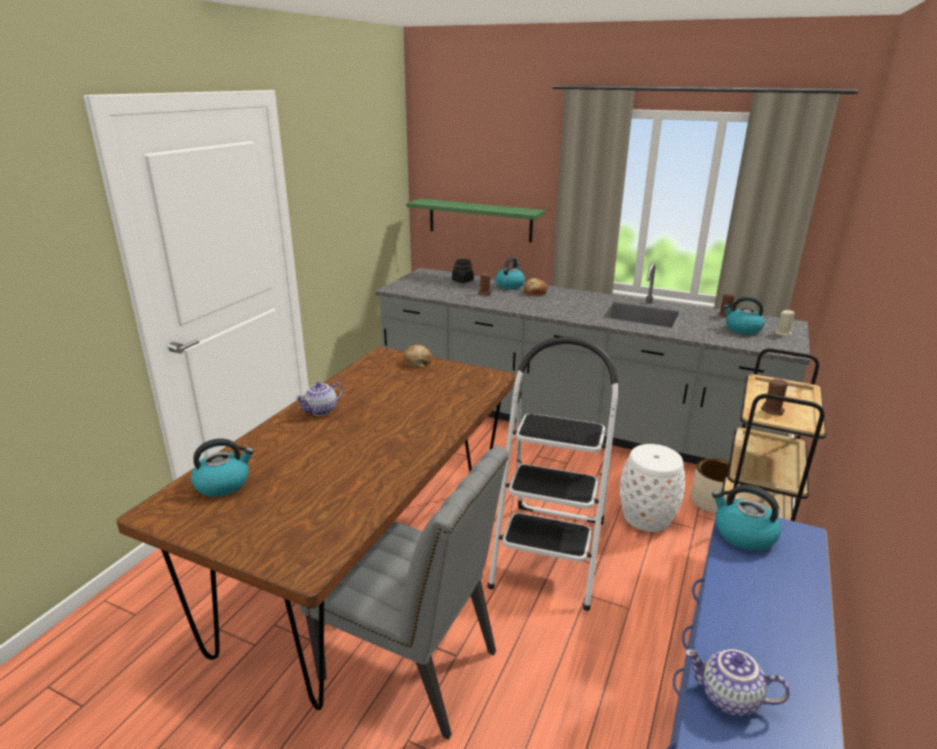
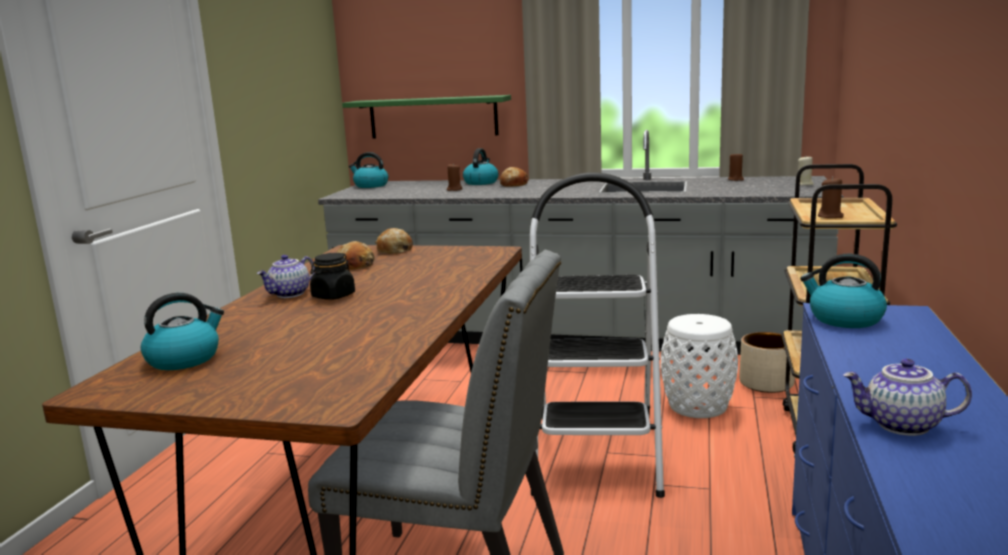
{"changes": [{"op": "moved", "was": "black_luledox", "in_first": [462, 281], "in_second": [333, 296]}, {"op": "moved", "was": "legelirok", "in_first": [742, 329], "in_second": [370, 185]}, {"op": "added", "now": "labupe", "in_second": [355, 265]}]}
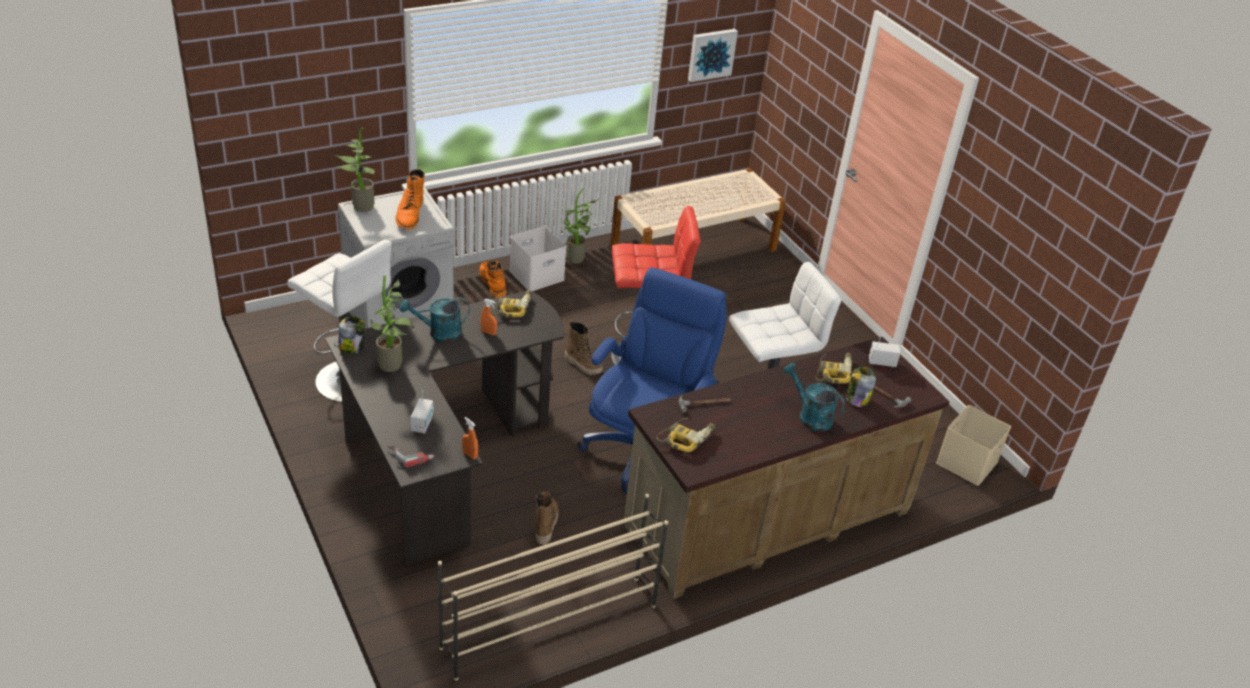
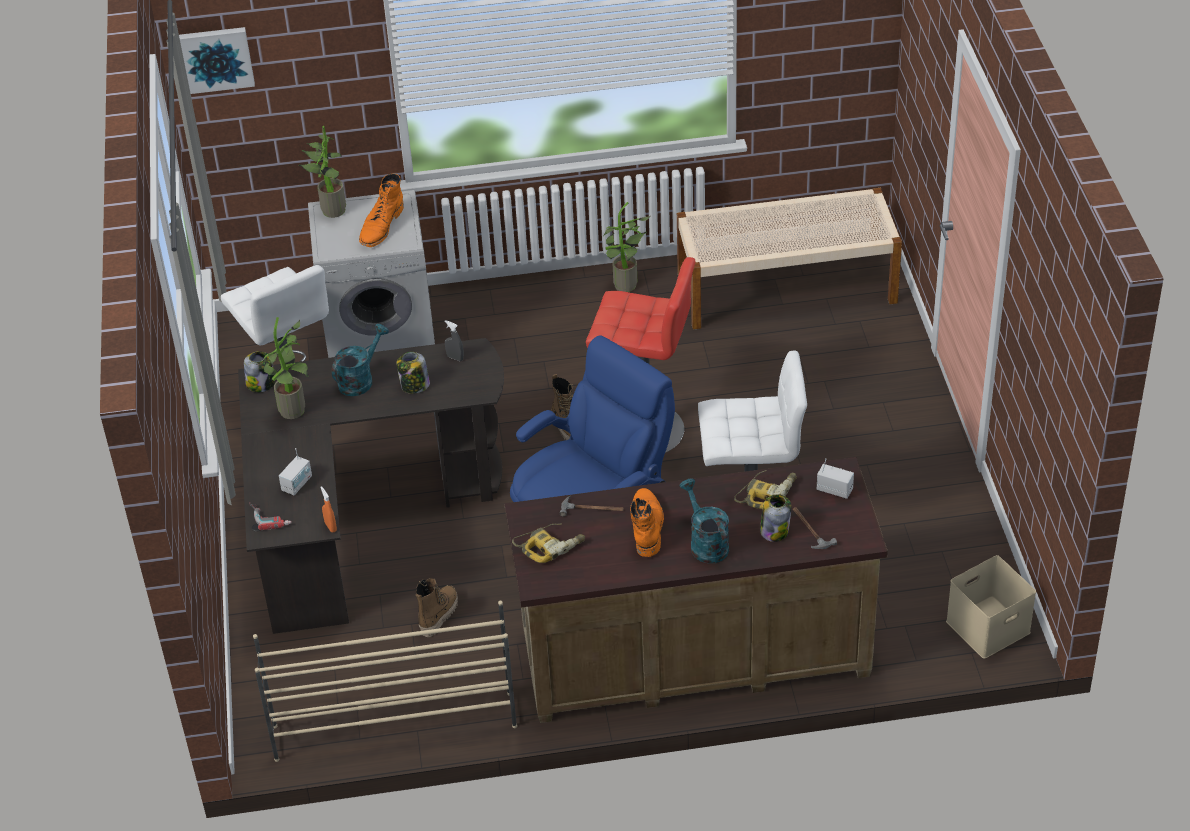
{"changes": [{"op": "turned", "was": "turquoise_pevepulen", "in_first": [439, 333], "in_second": [360, 379], "clockwise": 120}, {"op": "moved", "was": "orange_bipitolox", "in_first": [492, 283], "in_second": [646, 526]}, {"op": "replaced", "was": "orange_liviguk", "now": "luledox", "in_first": [488, 332], "in_second": [414, 386]}, {"op": "replaced", "was": "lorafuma", "now": "grey_liviguk", "in_first": [512, 307], "in_second": [455, 358]}, {"op": "removed", "was": "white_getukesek", "in_first": [537, 274]}, {"op": "moved", "was": "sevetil", "in_first": [711, 54], "in_second": [216, 58]}]}
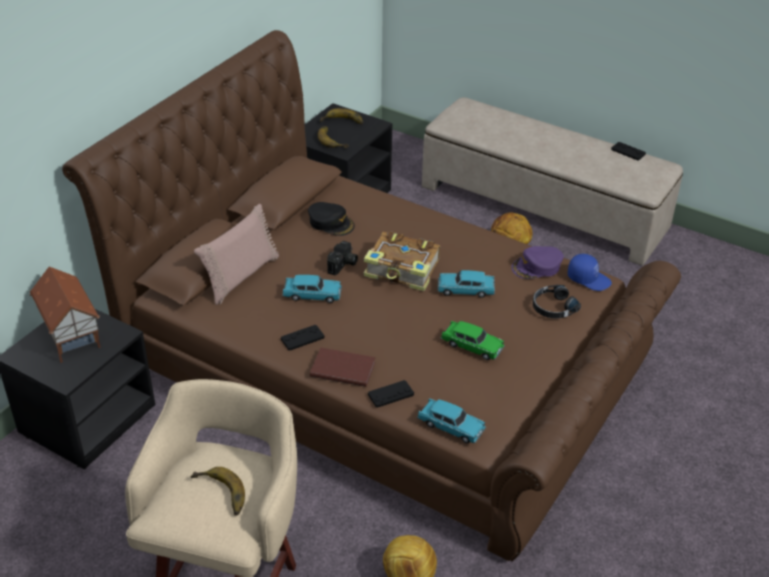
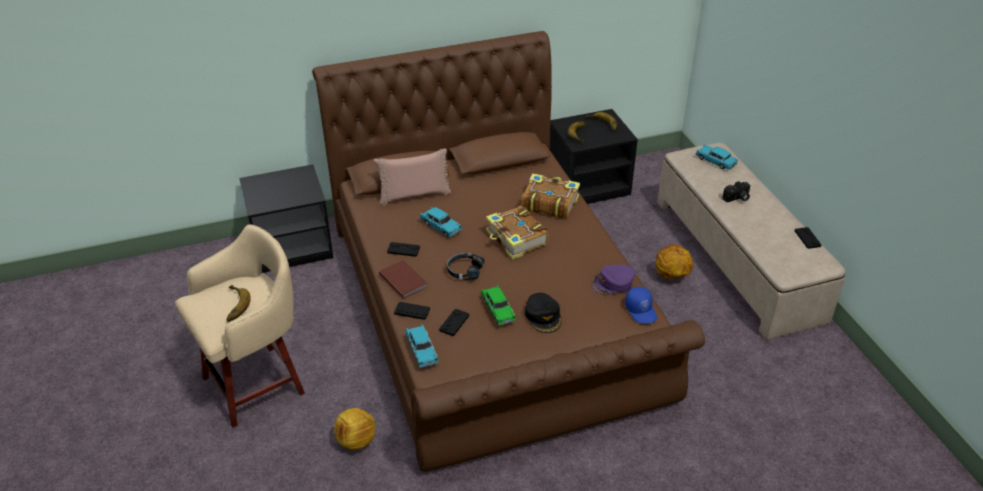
{"changes": [{"op": "removed", "was": "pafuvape", "in_first": [70, 336]}, {"op": "moved", "was": "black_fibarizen", "in_first": [331, 223], "in_second": [543, 316]}, {"op": "moved", "was": "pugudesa", "in_first": [343, 265], "in_second": [737, 198]}, {"op": "moved", "was": "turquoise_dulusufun", "in_first": [465, 290], "in_second": [715, 162]}, {"op": "turned", "was": "purple_fibarizen", "in_first": [537, 267], "in_second": [612, 283], "clockwise": -45}, {"op": "moved", "was": "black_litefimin", "in_first": [553, 307], "in_second": [464, 270]}, {"op": "added", "now": "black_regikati", "in_second": [454, 323]}, {"op": "added", "now": "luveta", "in_second": [549, 203]}]}
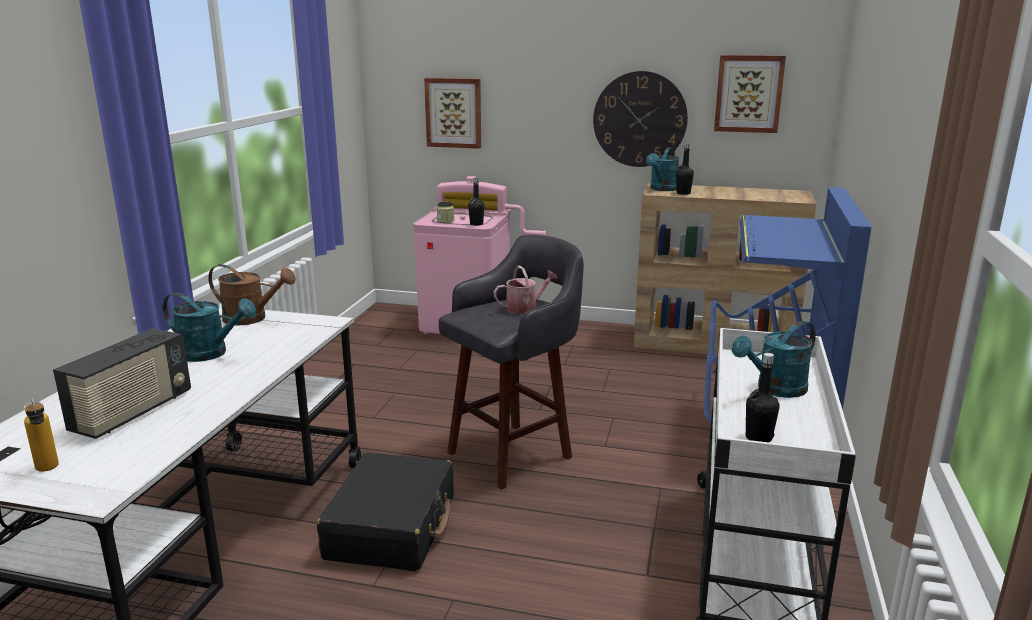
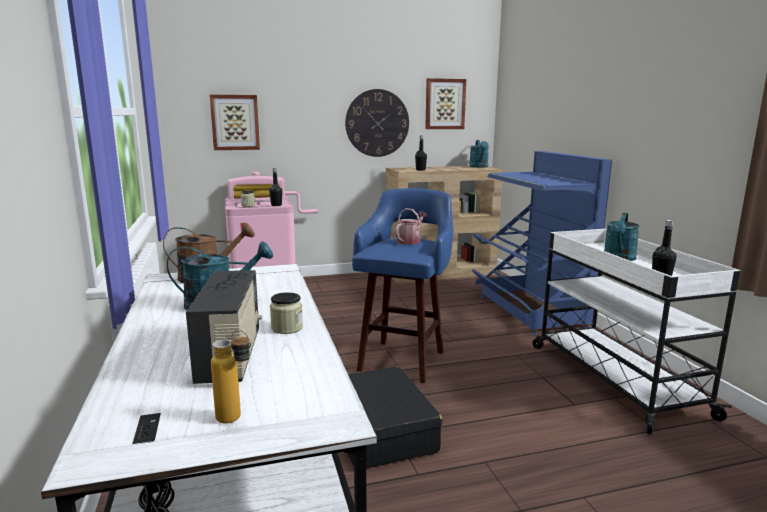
{"changes": [{"op": "recoloured", "was": "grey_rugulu", "now": "blue_rugulu", "in_first": [514, 454], "in_second": [403, 359]}, {"op": "moved", "was": "turquoise_pevepulen", "in_first": [662, 189], "in_second": [479, 167]}, {"op": "added", "now": "luledox", "in_second": [287, 328]}]}
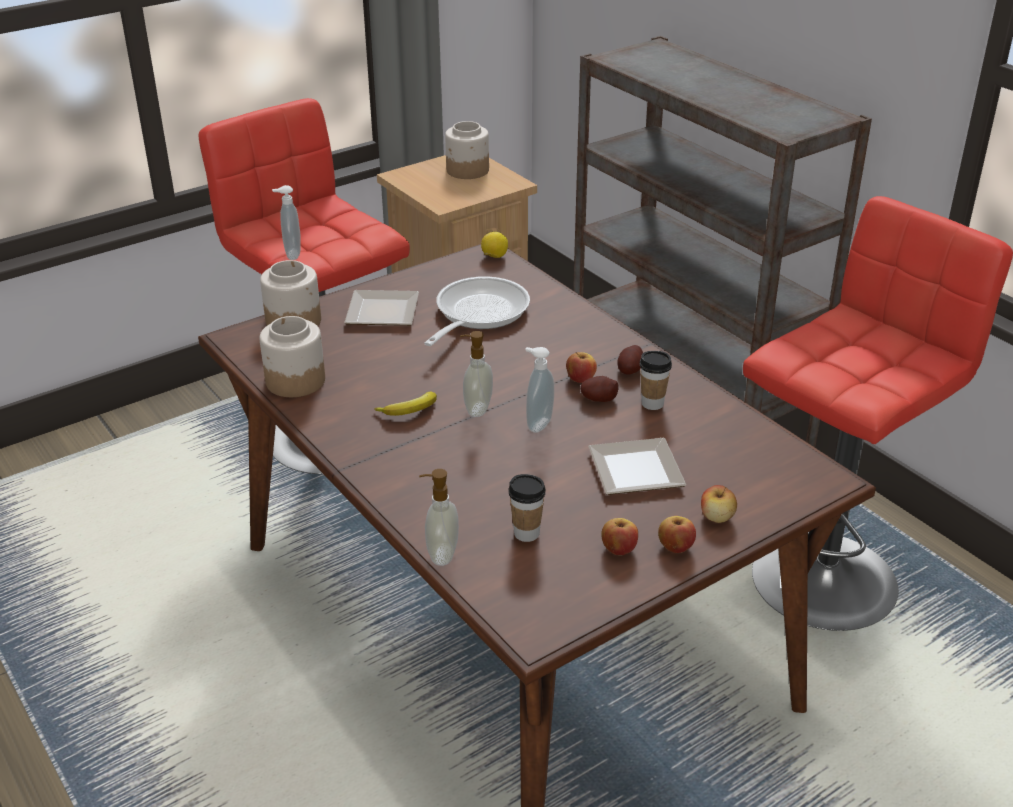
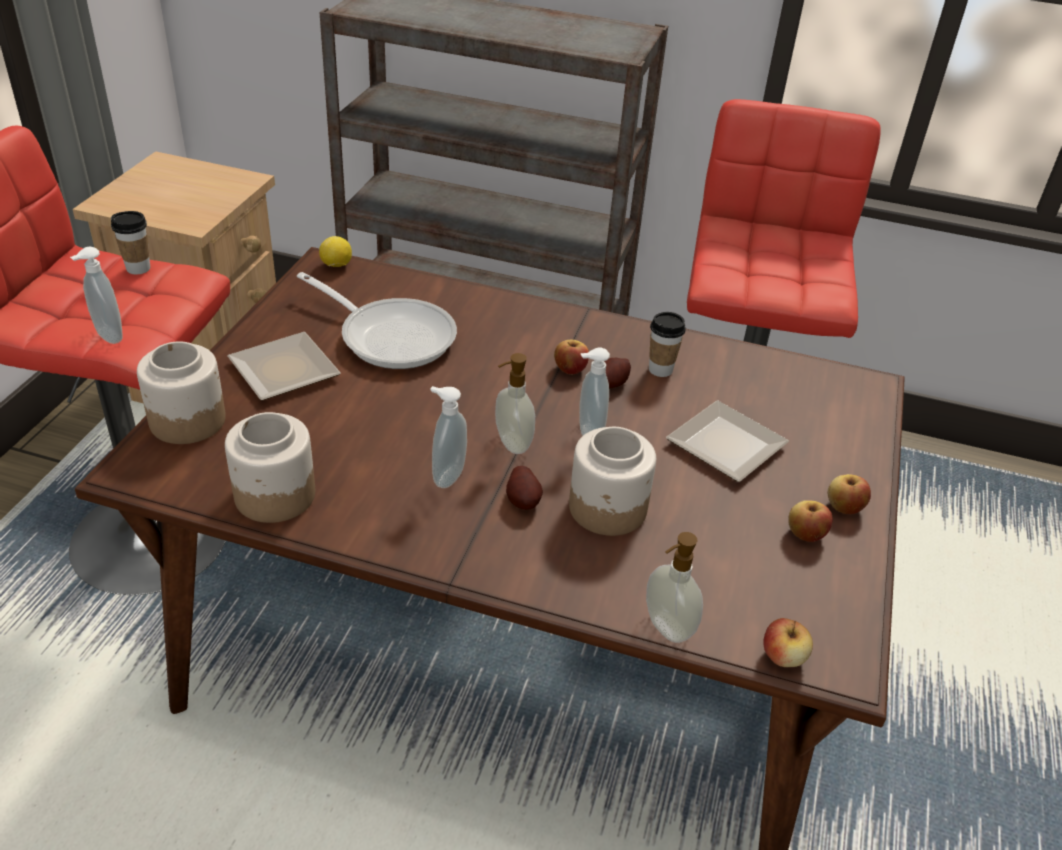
{"changes": [{"op": "replaced", "was": "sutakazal", "now": "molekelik", "in_first": [410, 411], "in_second": [446, 475]}, {"op": "turned", "was": "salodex", "in_first": [477, 314], "in_second": [391, 336], "clockwise": 135}, {"op": "moved", "was": "luledox", "in_first": [467, 171], "in_second": [608, 509]}, {"op": "moved", "was": "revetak", "in_first": [526, 533], "in_second": [138, 268]}, {"op": "moved", "was": "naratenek", "in_first": [630, 370], "in_second": [523, 500]}, {"op": "moved", "was": "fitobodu", "in_first": [717, 517], "in_second": [783, 657]}]}
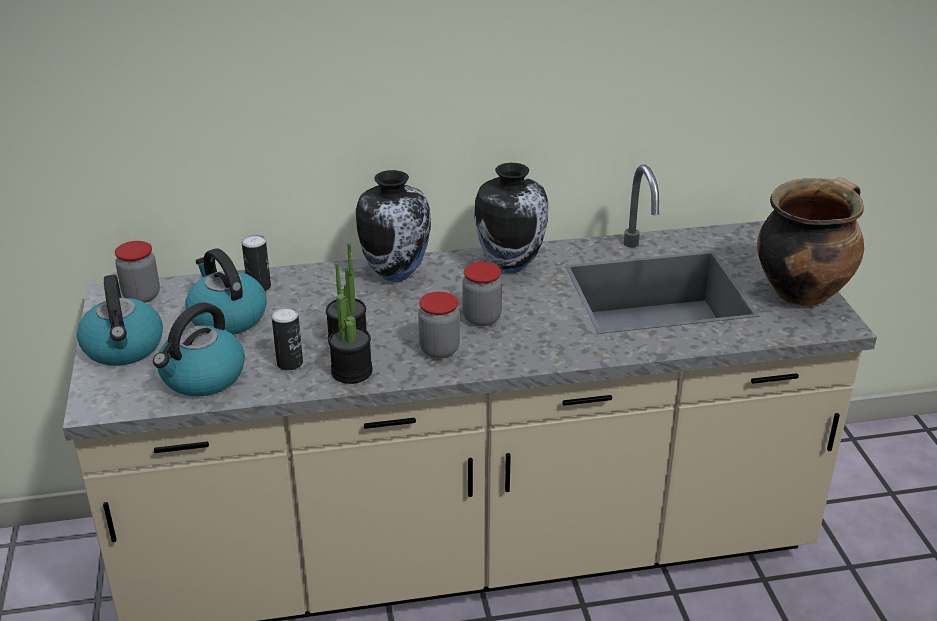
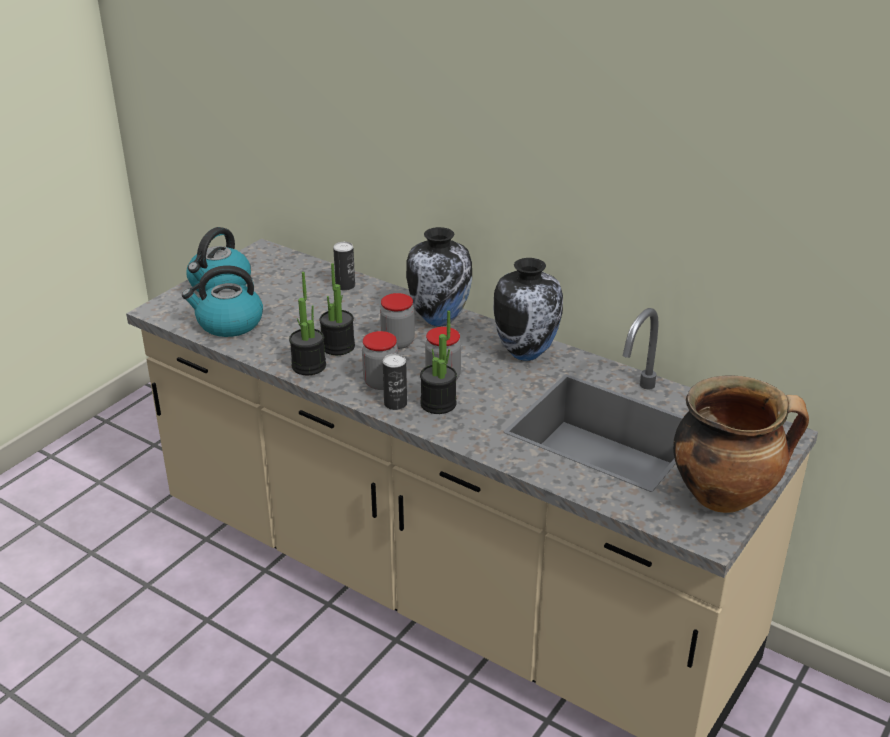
{"changes": [{"op": "moved", "was": "luledox", "in_first": [141, 295], "in_second": [398, 342]}, {"op": "removed", "was": "legelirok", "in_first": [227, 317]}, {"op": "moved", "was": "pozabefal", "in_first": [290, 363], "in_second": [395, 404]}, {"op": "added", "now": "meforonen", "in_second": [438, 404]}]}
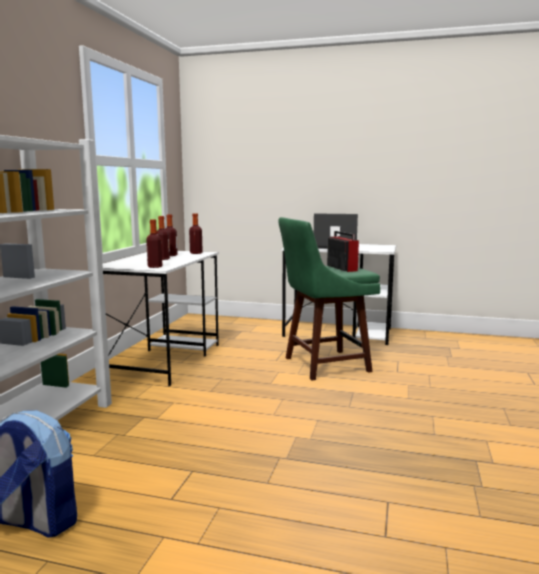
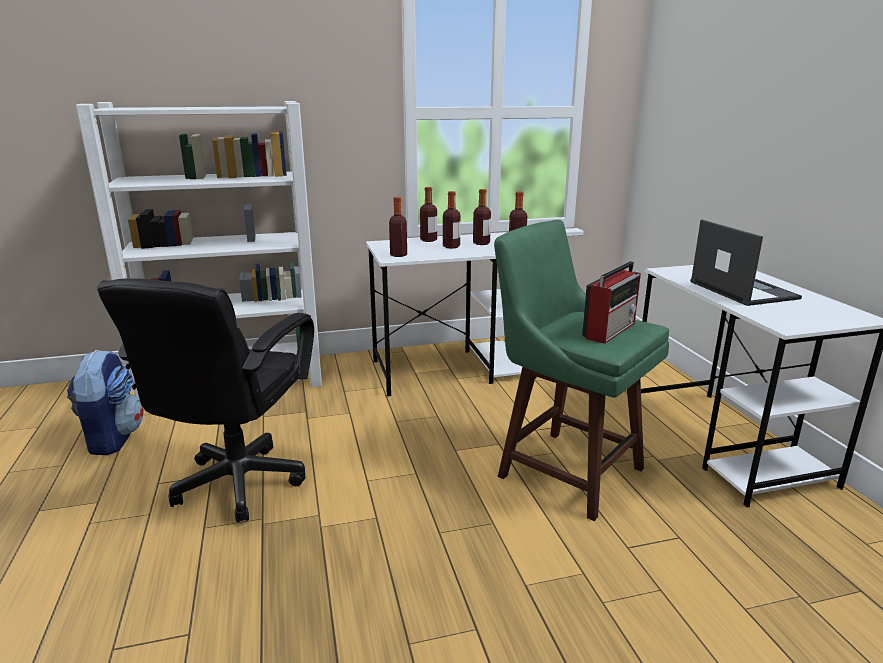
{"changes": [{"op": "added", "now": "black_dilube", "in_second": [236, 489]}, {"op": "added", "now": "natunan", "in_second": [428, 240]}]}
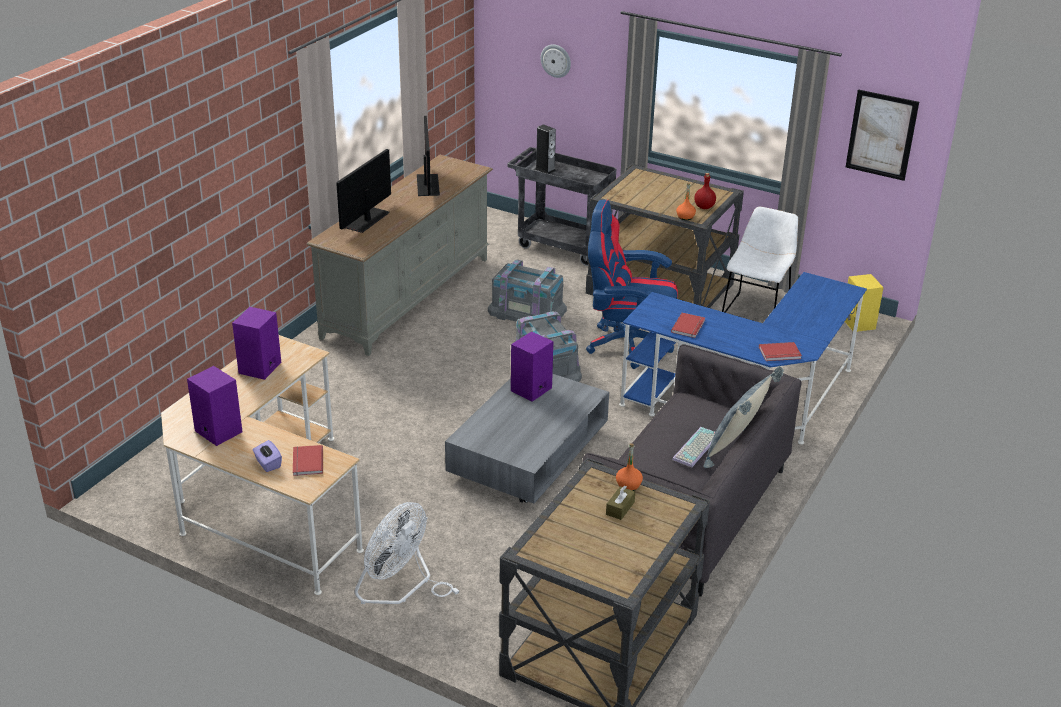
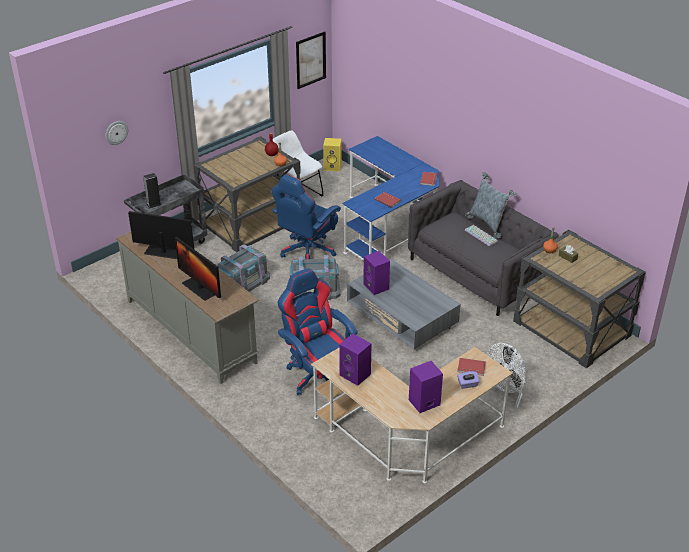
{"changes": [{"op": "added", "now": "blue_dilube", "in_second": [318, 376]}]}
